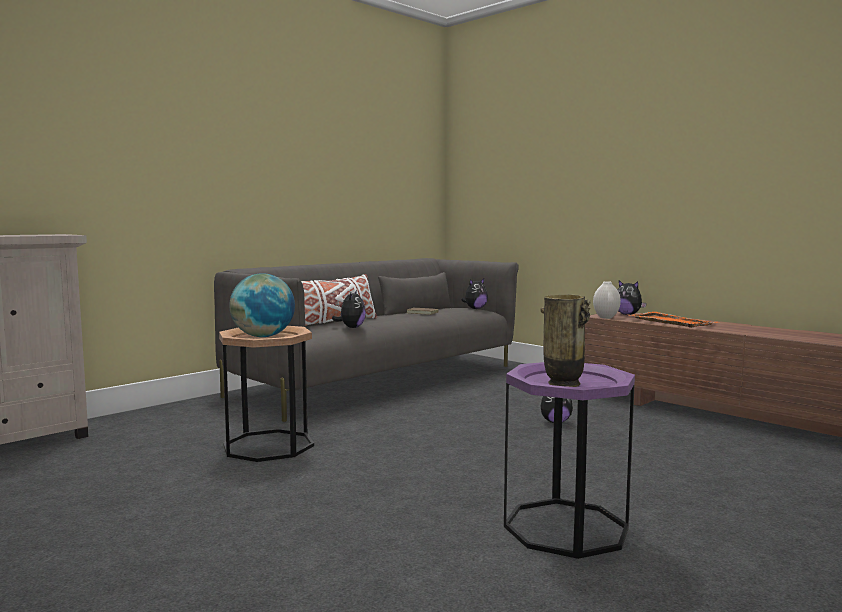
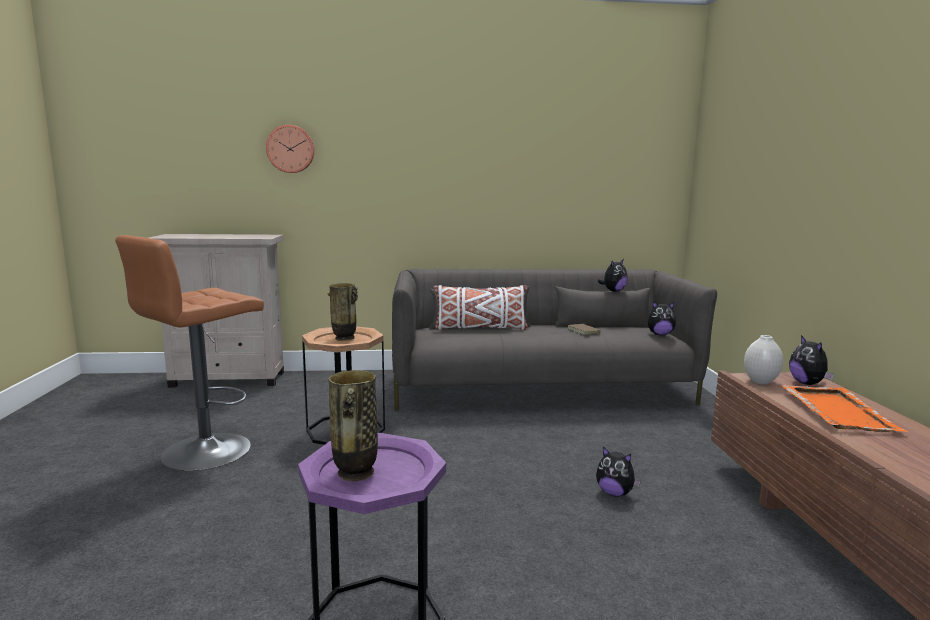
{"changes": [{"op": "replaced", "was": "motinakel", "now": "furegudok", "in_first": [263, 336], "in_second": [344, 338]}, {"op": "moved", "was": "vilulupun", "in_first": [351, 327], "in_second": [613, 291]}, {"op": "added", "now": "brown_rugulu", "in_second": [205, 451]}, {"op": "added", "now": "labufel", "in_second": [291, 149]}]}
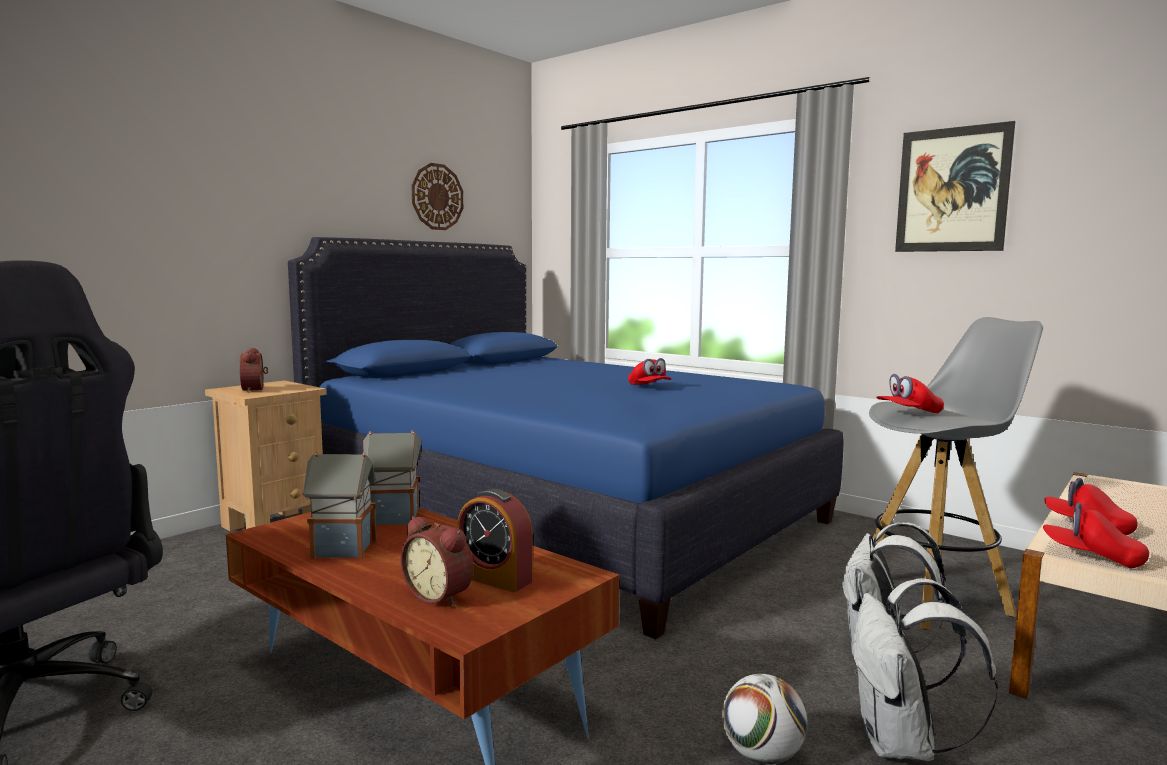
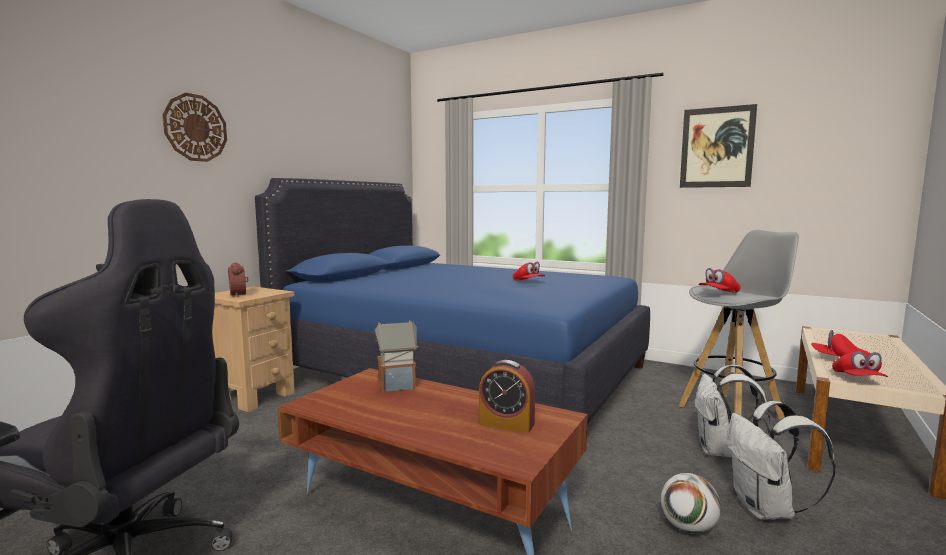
{"changes": [{"op": "removed", "was": "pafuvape", "in_first": [342, 549]}, {"op": "removed", "was": "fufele", "in_first": [441, 595]}, {"op": "moved", "was": "labufel", "in_first": [437, 197], "in_second": [195, 128]}, {"op": "turned", "was": "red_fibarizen", "in_first": [1092, 557], "in_second": [858, 379], "clockwise": -105}]}
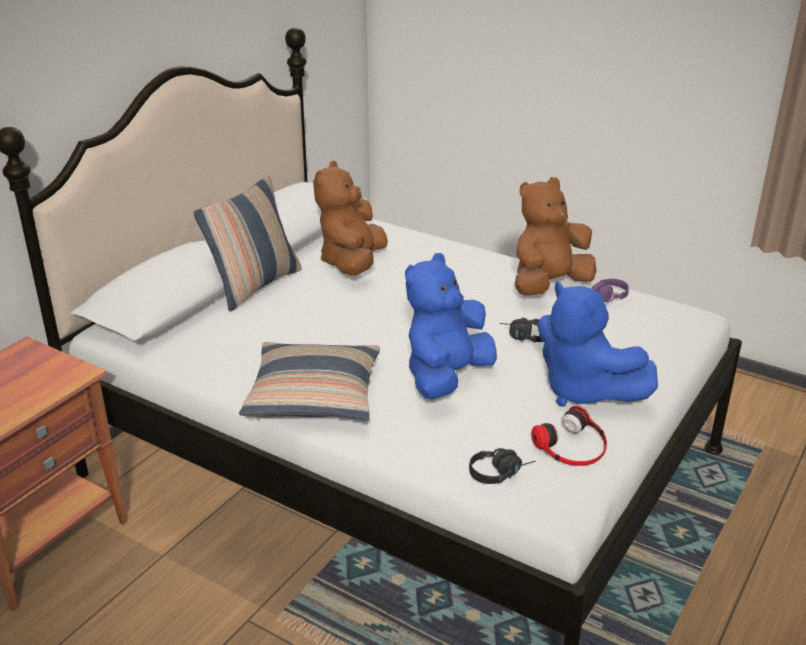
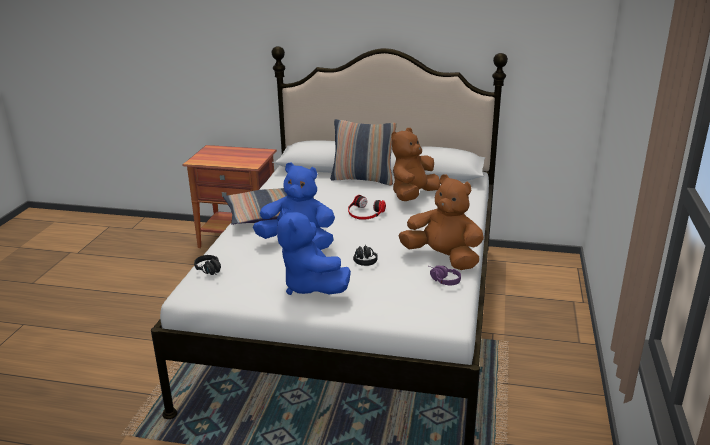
{"changes": [{"op": "turned", "was": "brown_vilulupun", "in_first": [352, 263], "in_second": [413, 196], "clockwise": -45}, {"op": "moved", "was": "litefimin", "in_first": [572, 446], "in_second": [365, 212]}, {"op": "turned", "was": "blue_vilulupun", "in_first": [583, 391], "in_second": [311, 286], "clockwise": -60}]}
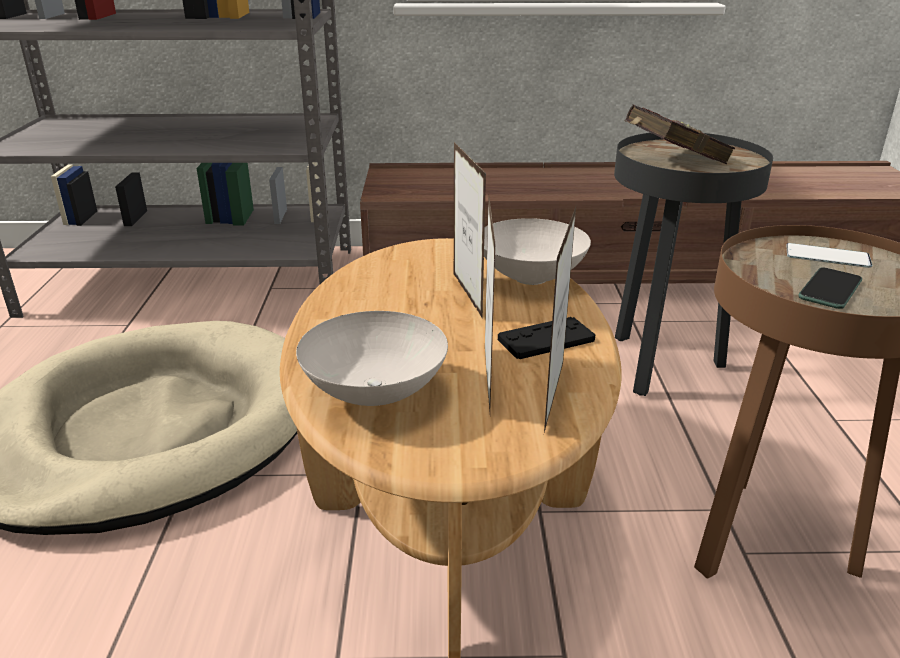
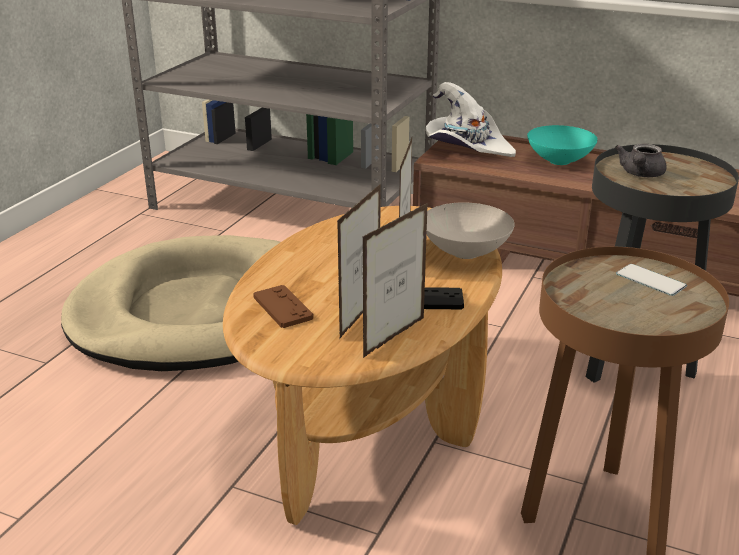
{"changes": [{"op": "replaced", "was": "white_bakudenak", "now": "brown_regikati", "in_first": [377, 393], "in_second": [282, 308]}, {"op": "replaced", "was": "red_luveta", "now": "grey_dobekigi", "in_first": [670, 160], "in_second": [640, 174]}, {"op": "removed", "was": "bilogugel", "in_first": [830, 289]}, {"op": "added", "now": "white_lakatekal", "in_second": [467, 146]}, {"op": "added", "now": "turquoise_bakudenak", "in_second": [558, 161]}]}
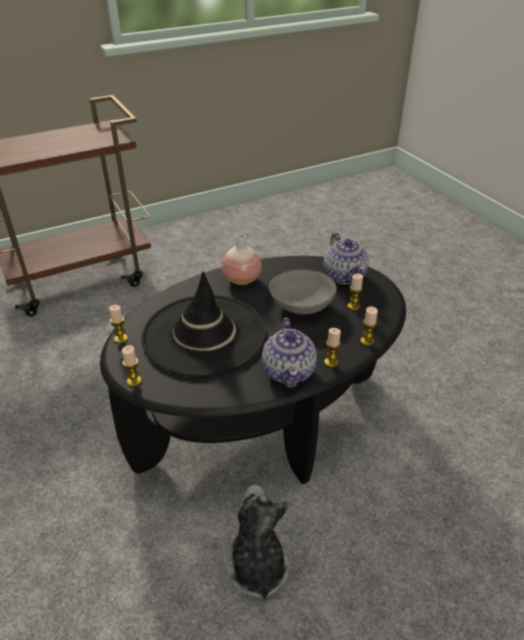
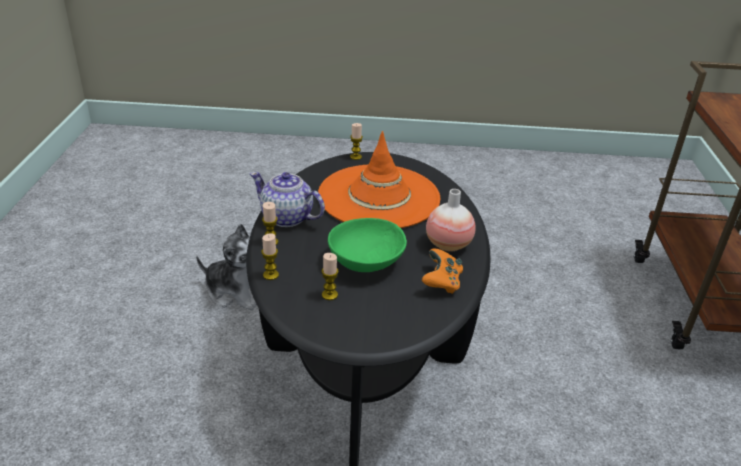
{"changes": [{"op": "removed", "was": "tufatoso", "in_first": [121, 339]}, {"op": "recoloured", "was": "black_lakatekal", "now": "orange_lakatekal", "in_first": [204, 334], "in_second": [379, 197]}, {"op": "recoloured", "was": "grey_bakudenak", "now": "green_bakudenak", "in_first": [301, 306], "in_second": [365, 261]}, {"op": "removed", "was": "dobekigi", "in_first": [344, 275]}, {"op": "added", "now": "orange_regikati", "in_second": [442, 282]}]}
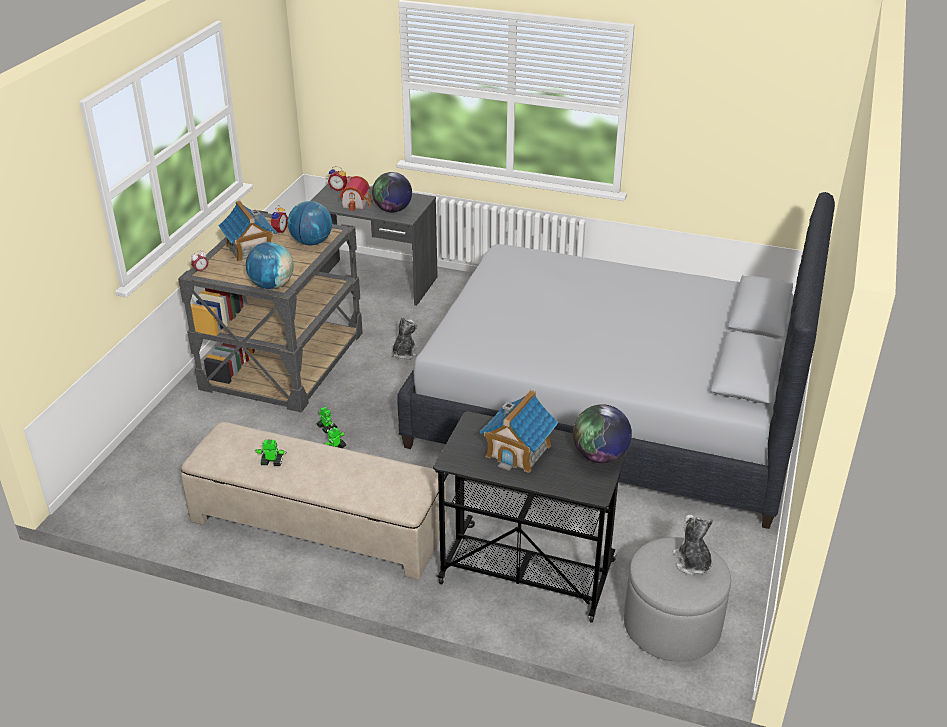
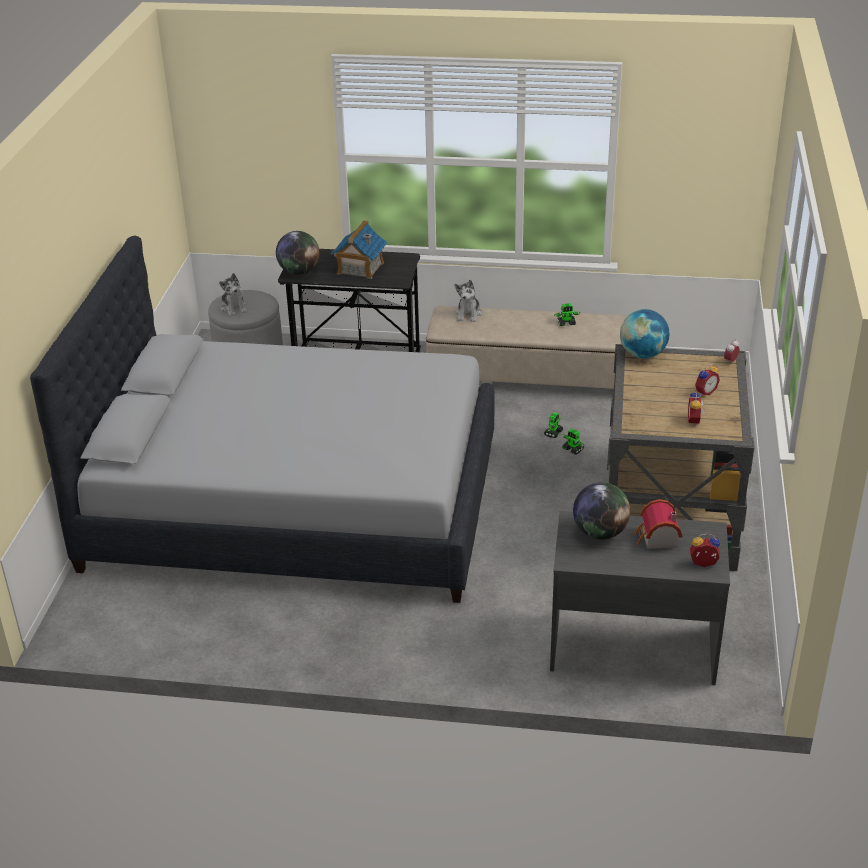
{"changes": [{"op": "replaced", "was": "pafuvape", "now": "fufele", "in_first": [250, 249], "in_second": [704, 392]}, {"op": "removed", "was": "motinakel", "in_first": [311, 242]}, {"op": "moved", "was": "vilulupun", "in_first": [404, 353], "in_second": [468, 314]}]}
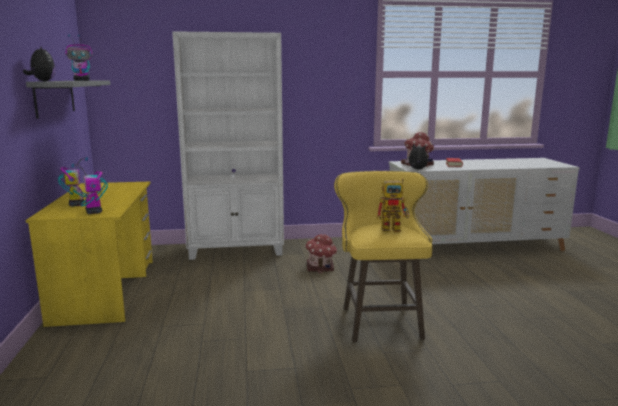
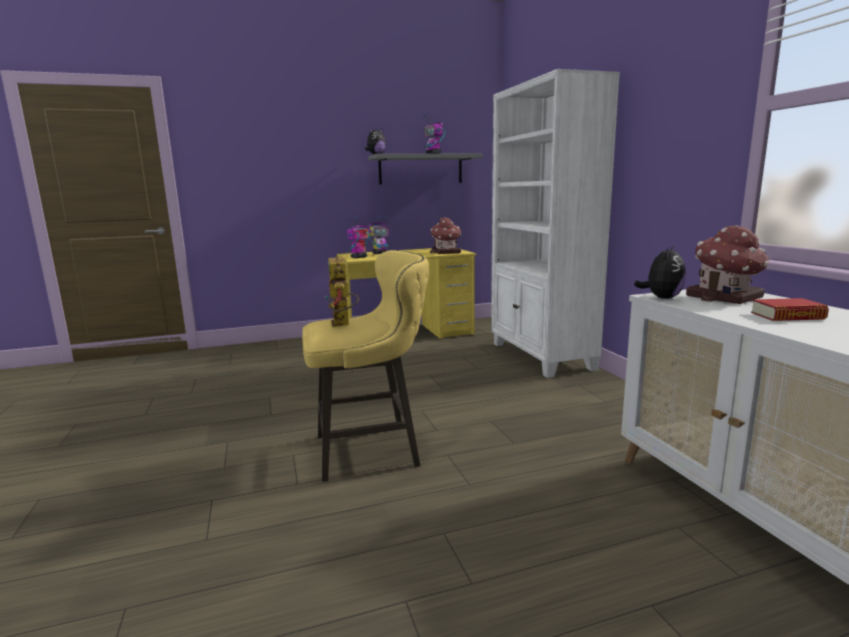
{"changes": [{"op": "moved", "was": "pafuvape", "in_first": [320, 267], "in_second": [446, 252]}]}
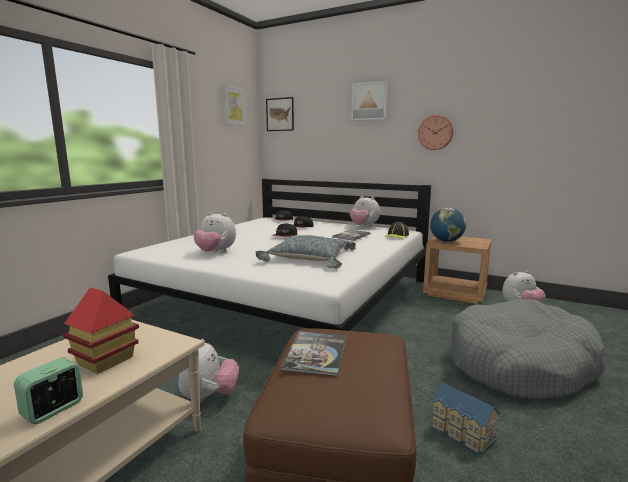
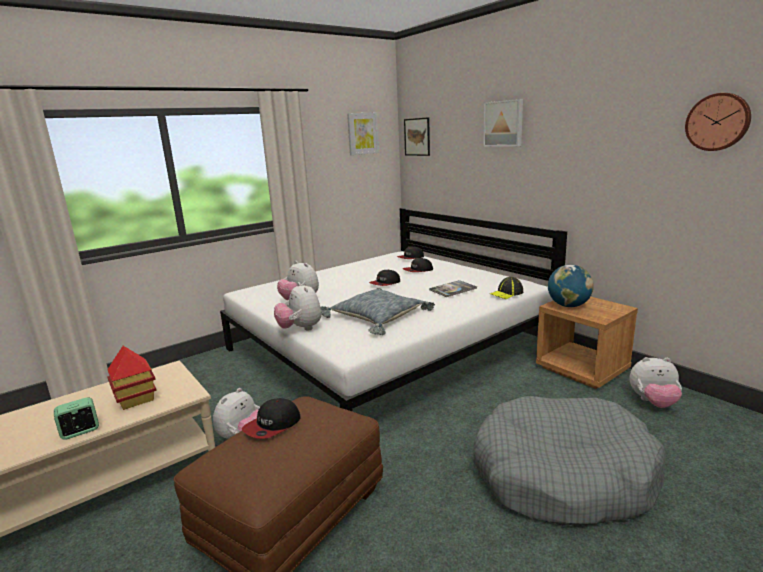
{"changes": [{"op": "replaced", "was": "luveta", "now": "fibarizen", "in_first": [316, 353], "in_second": [272, 425]}, {"op": "moved", "was": "vilulupun", "in_first": [364, 226], "in_second": [300, 329]}, {"op": "moved", "was": "labufel", "in_first": [435, 132], "in_second": [718, 122]}, {"op": "removed", "was": "pafuvape", "in_first": [461, 433]}]}
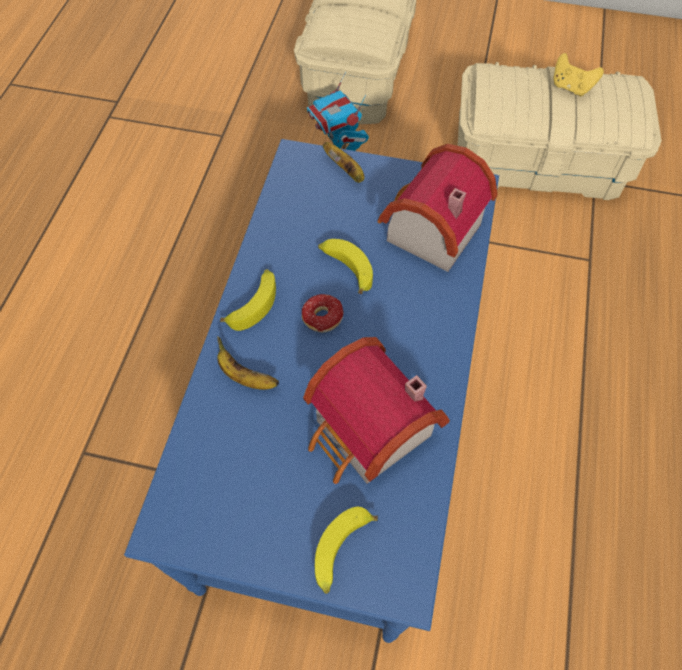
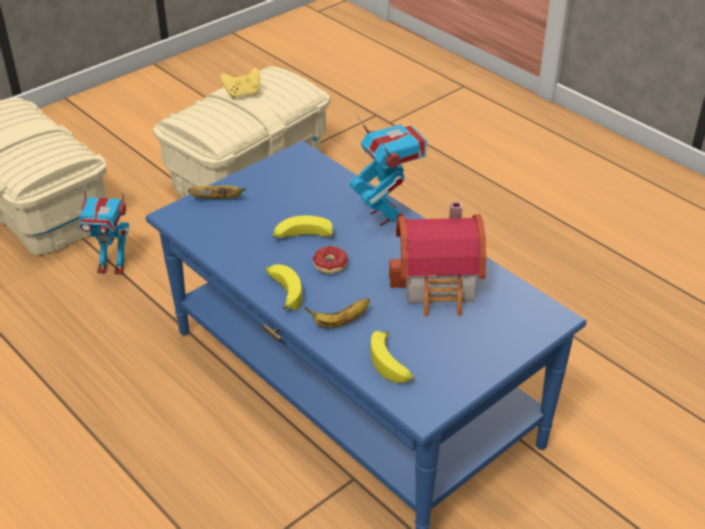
{"changes": [{"op": "moved", "was": "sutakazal", "in_first": [341, 551], "in_second": [391, 364]}, {"op": "removed", "was": "pafuvape", "in_first": [427, 231]}, {"op": "added", "now": "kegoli", "in_second": [387, 215]}]}
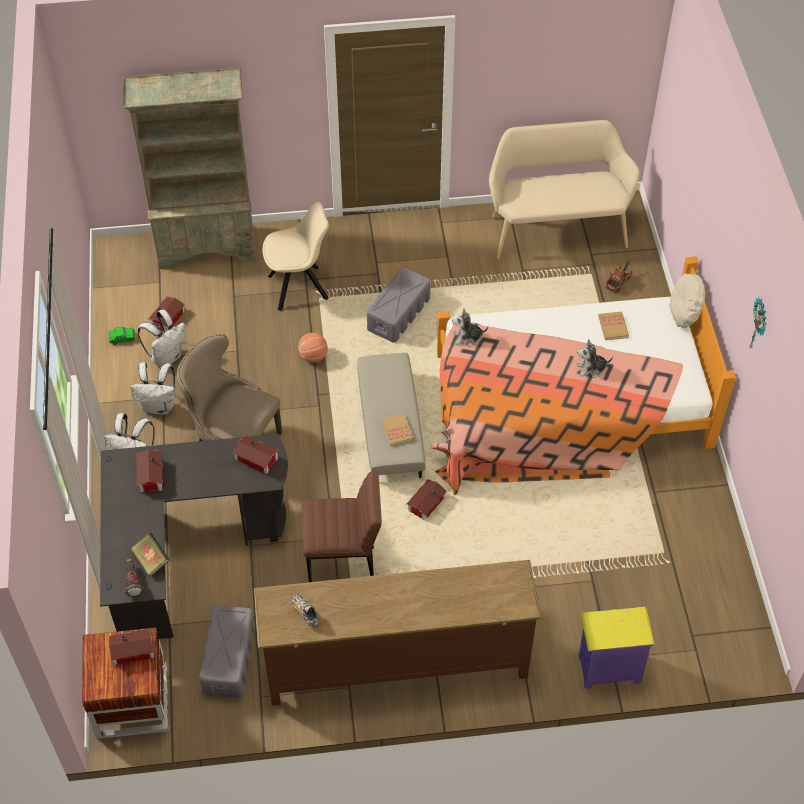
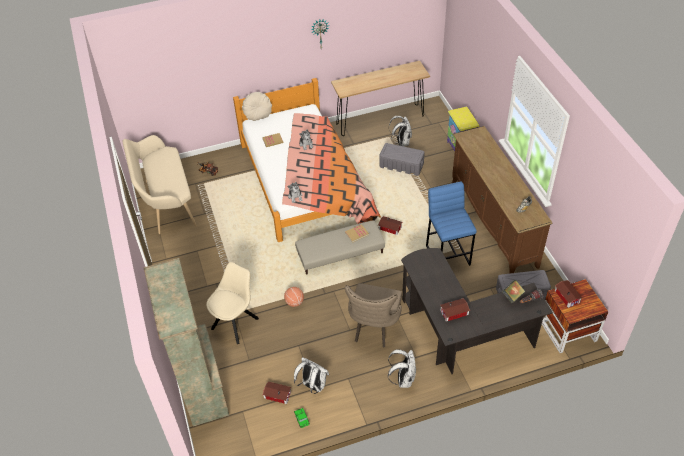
{"changes": [{"op": "moved", "was": "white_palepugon", "in_first": [159, 406], "in_second": [401, 142]}, {"op": "removed", "was": "pafuvape", "in_first": [257, 460]}, {"op": "turned", "was": "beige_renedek", "in_first": [298, 288], "in_second": [235, 323], "clockwise": 60}, {"op": "recoloured", "was": "brown_rugulu", "now": "blue_rugulu", "in_first": [345, 573], "in_second": [447, 254]}, {"op": "moved", "was": "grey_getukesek", "in_first": [398, 314], "in_second": [401, 165]}, {"op": "added", "now": "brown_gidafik", "in_second": [380, 120]}]}
